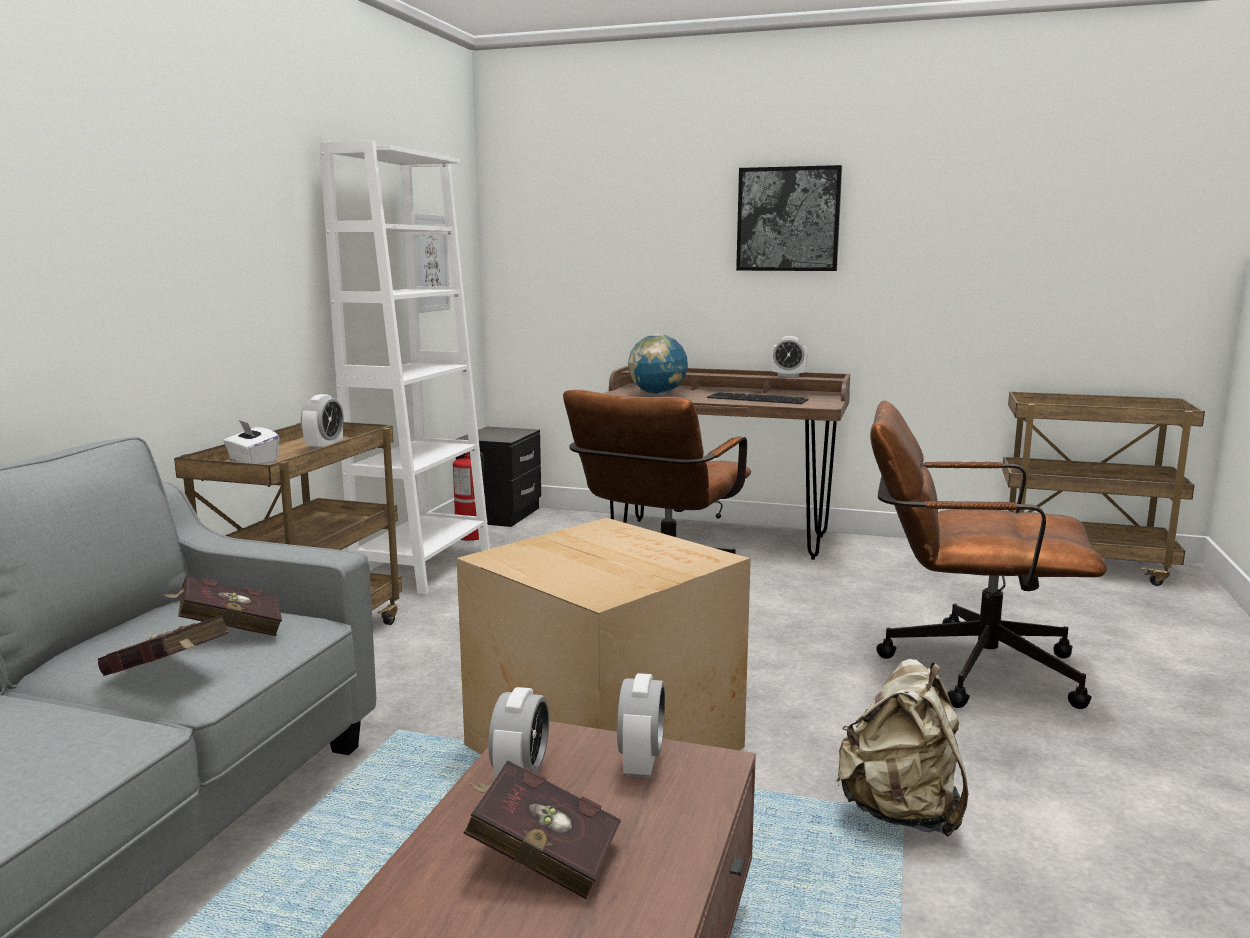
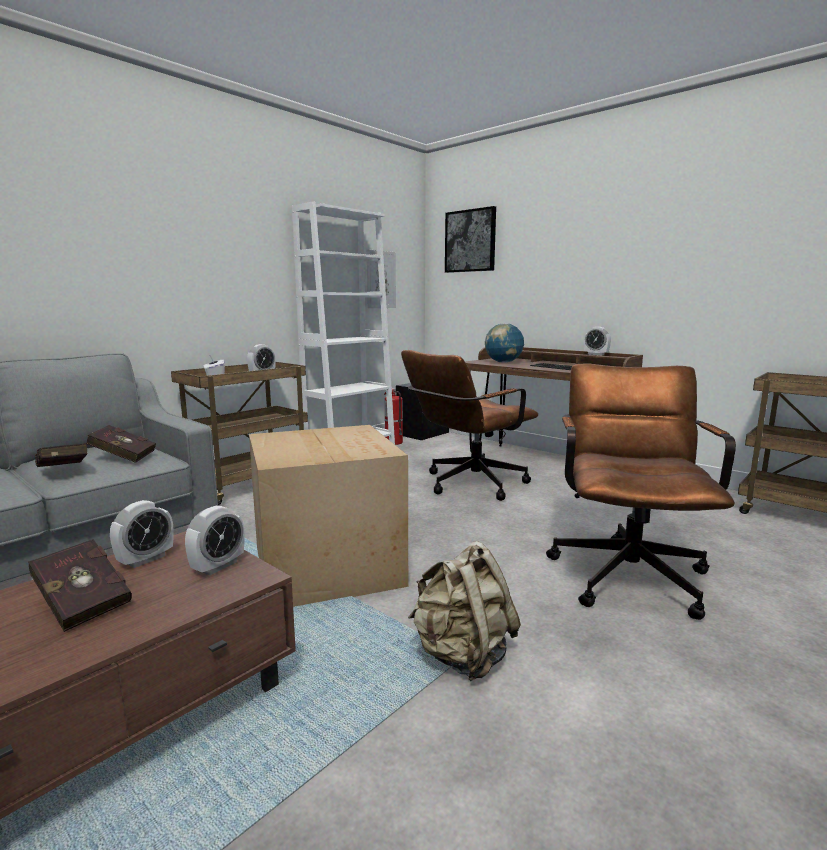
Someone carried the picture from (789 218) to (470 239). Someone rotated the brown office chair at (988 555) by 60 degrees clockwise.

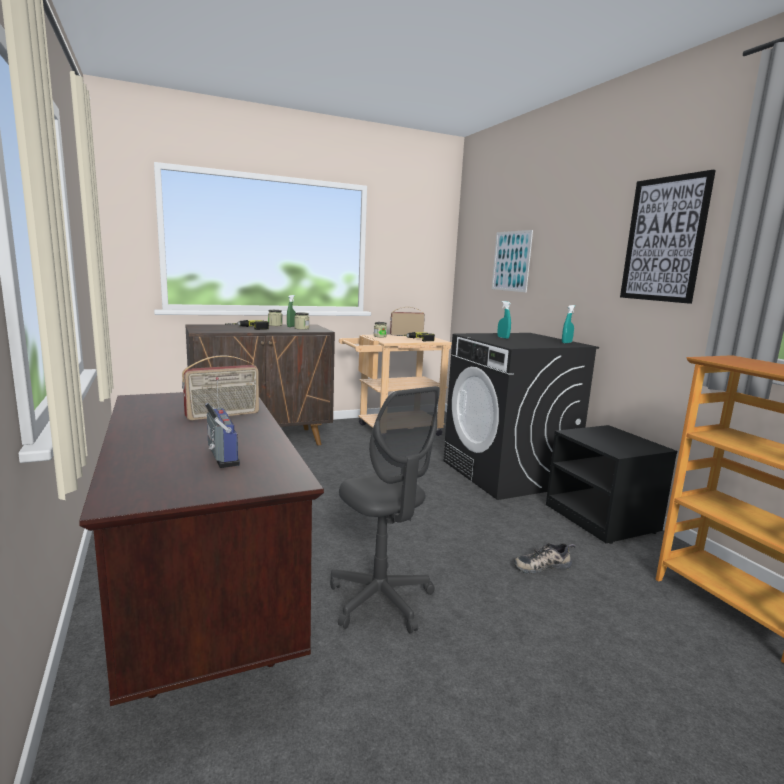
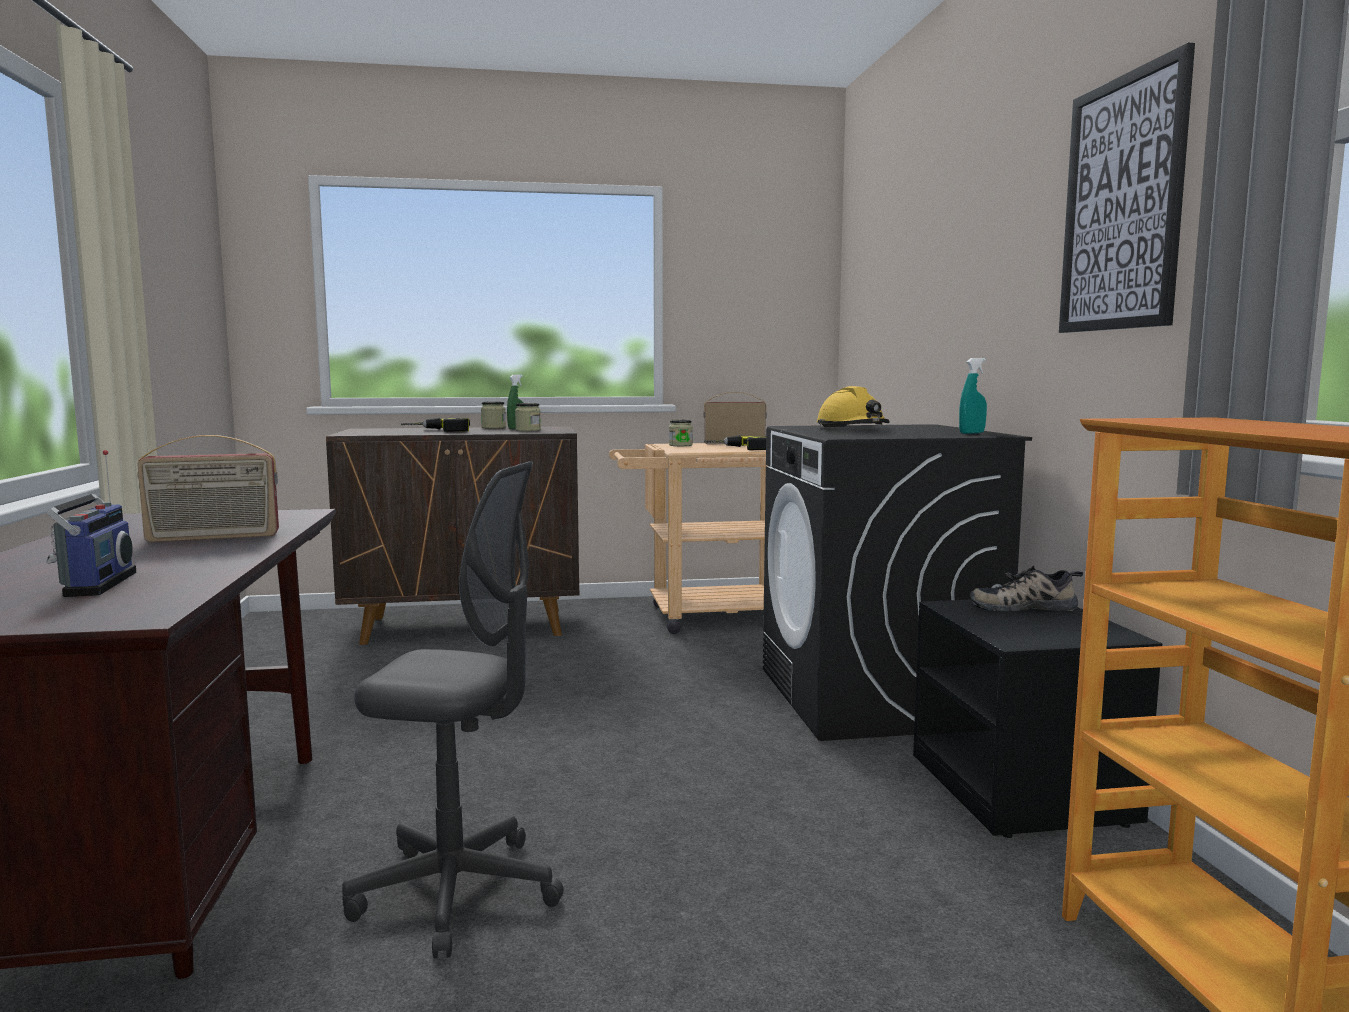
Someone took away the picture at (512 261). Someone swapped the turquoise spray bottle at (504 320) for the yellow hard hat at (853 406). Someone rotated the grey office chair at (385 509) by 60 degrees counterclockwise. Someone carried the shoe from (545 558) to (1026 588).

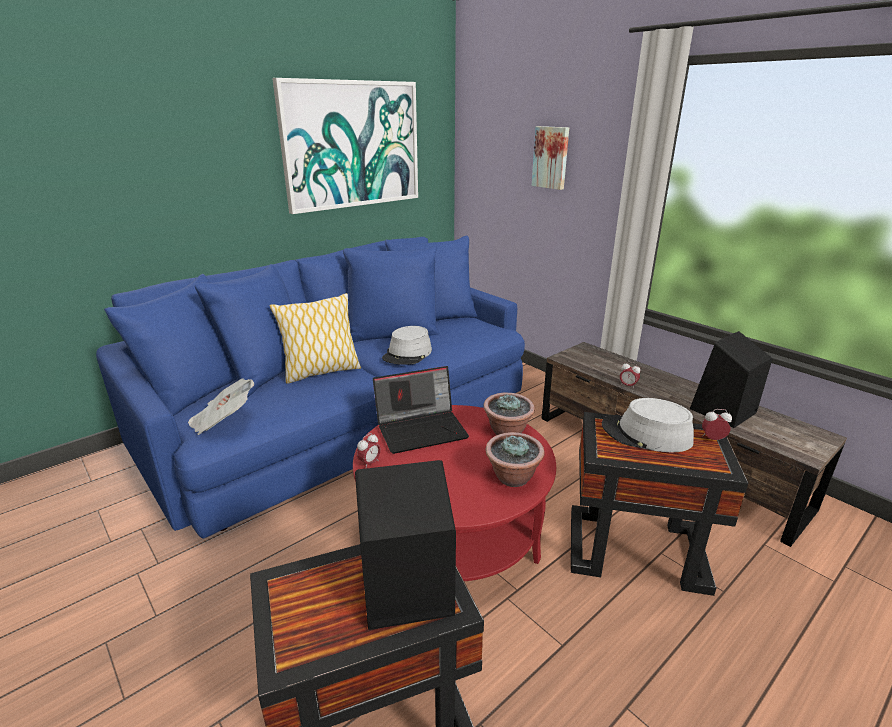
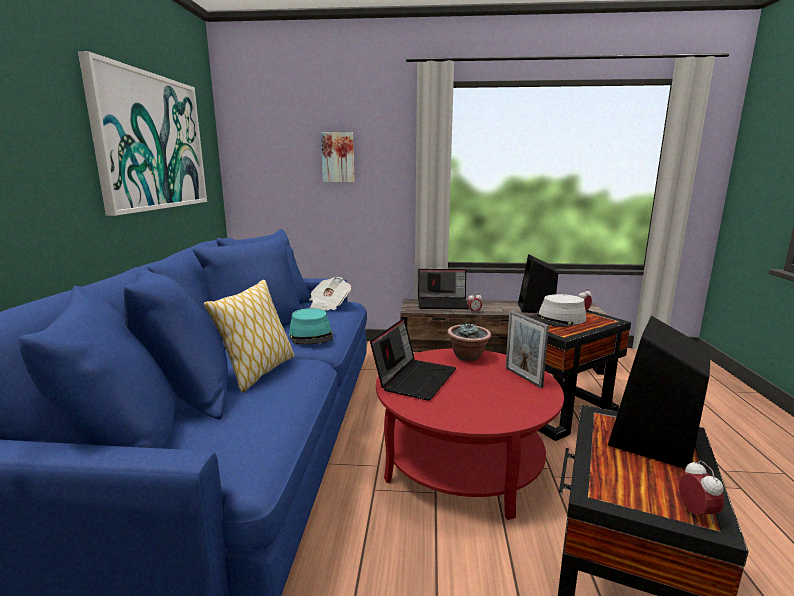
Someone repainted the grey hat at (407 345), which became the turquoise hat at (311 326). Someone carried the newspaper from (221 406) to (330 294). Someone swapped the potted plant at (515 459) for the picture frame at (527 349). Someone carried the alarm clock from (368 451) to (701 492). Someone put down the laptop at (443 289).

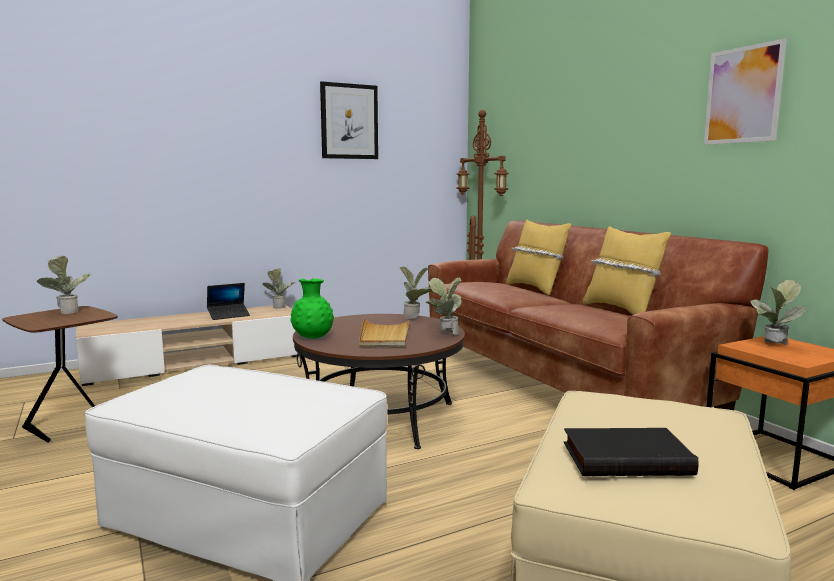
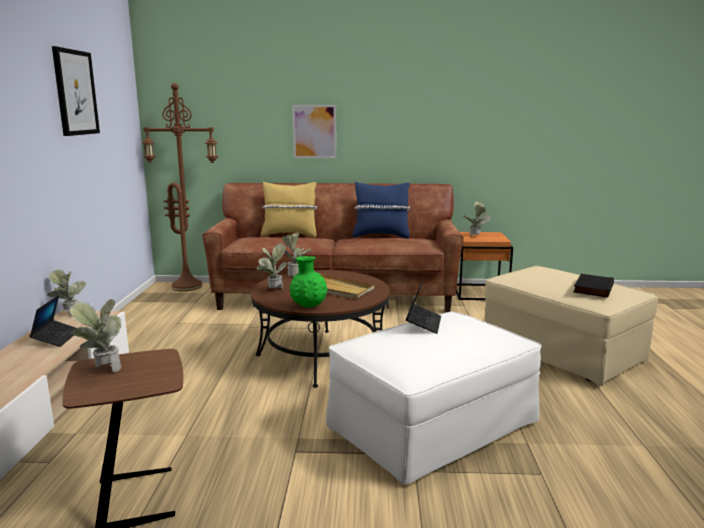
Someone carried the picture from (745 91) to (314 131). Someone repainted the yellow pillow at (627 270), which became the blue pillow at (381 210). Someone carried the potted plant from (444 306) to (272 266). Someone put down the laptop at (423 305).

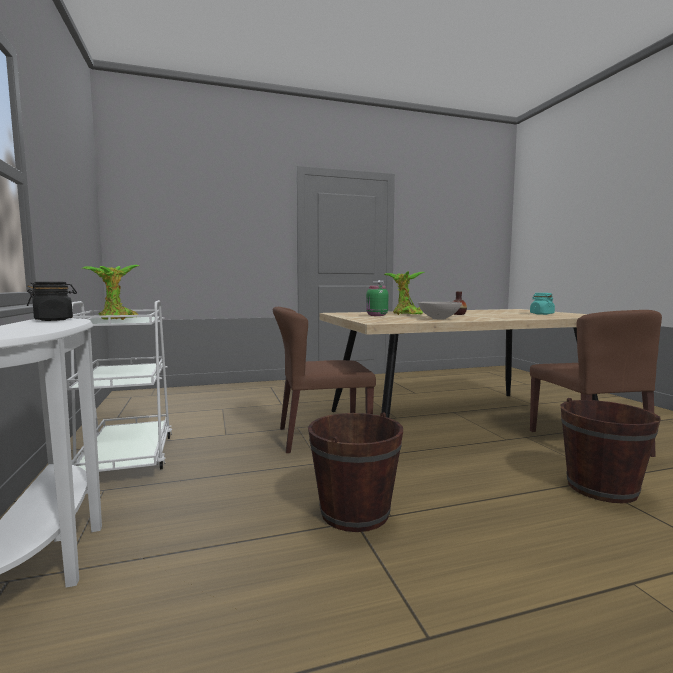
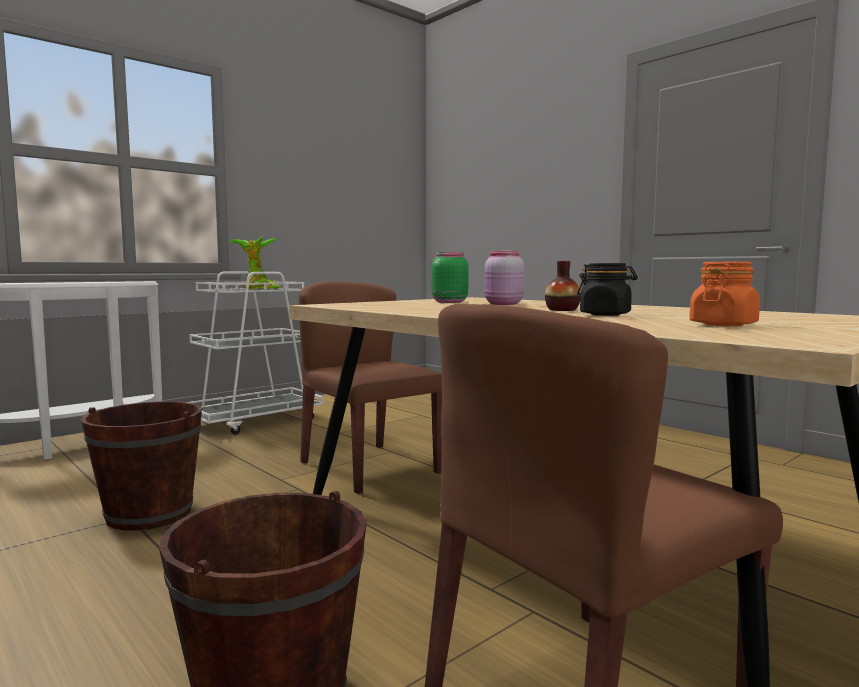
Someone swapped the potted plant at (404 293) for the pink jar at (504 278). Someone carried the black jar from (52 301) to (607 289). Someone repainted the turquoise jar at (542 304), which became the orange jar at (724 294). Someone took away the white bowl at (440 310).

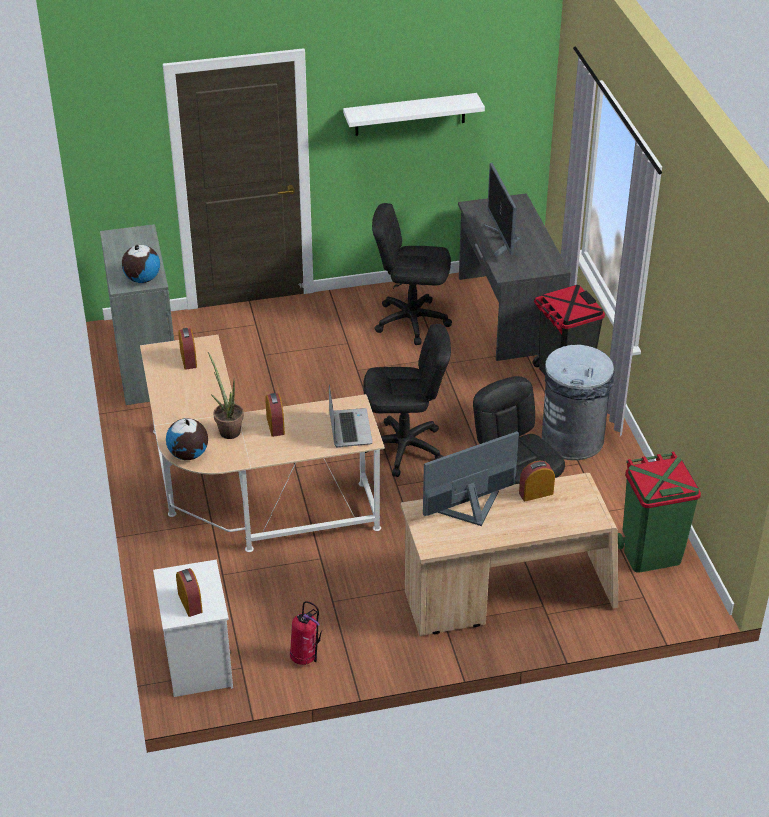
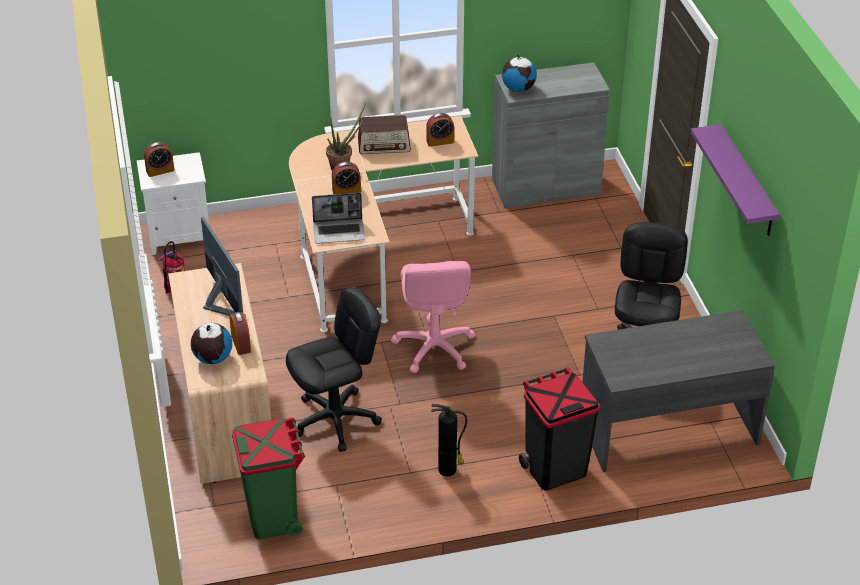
Someone repainted the white shelf at (414 114), which became the purple shelf at (735 180). Someone took away the monitor at (502 210). Someone repainted the black office chair at (407 400), which became the pink office chair at (433 317). Someone swapped the grey trash can at (578 402) for the fire extinguisher at (449 440). Someone carried the globe from (187 439) to (211 343). Someone put down the radio at (384 134).

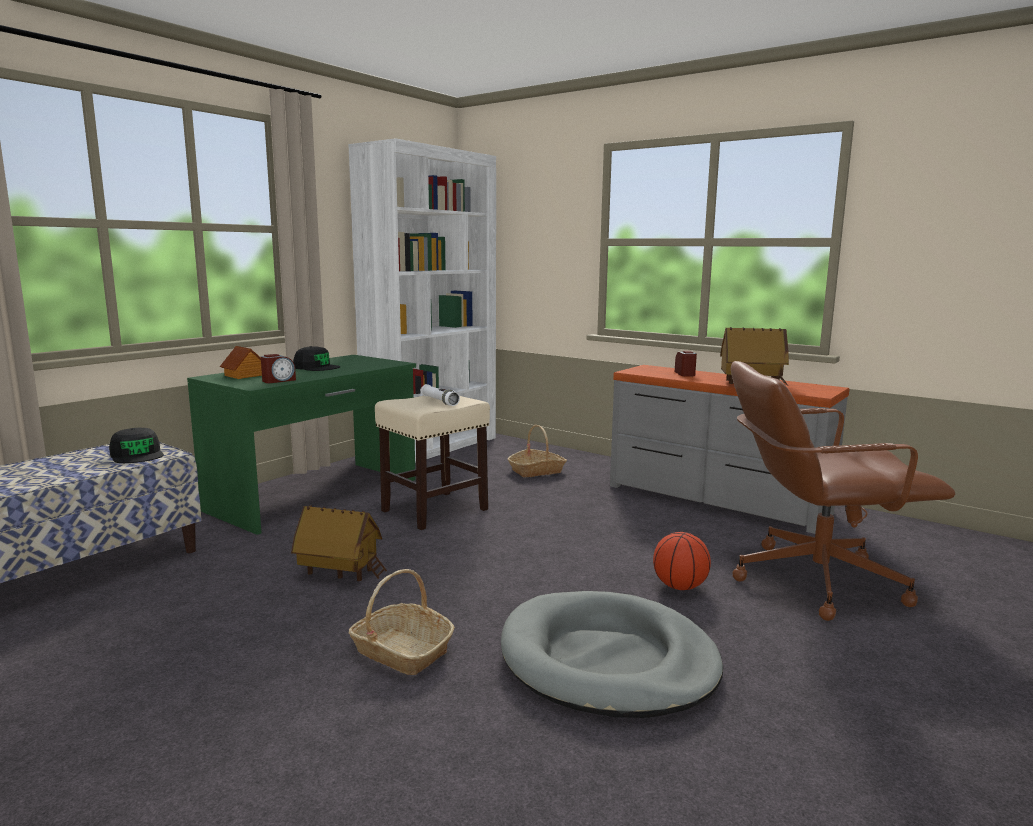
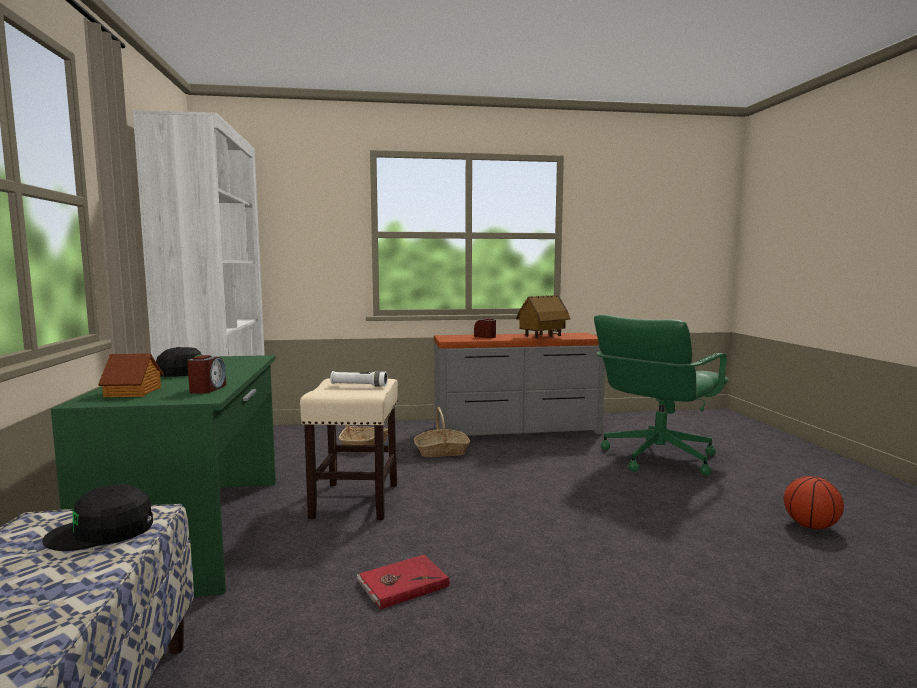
Someone repainted the brown office chair at (843 491), which became the green office chair at (661 395). Someone rotated the black cap at (136 445) by 150 degrees clockwise. Someone swapped the toy house at (339 543) for the red book at (403 582). Someone carried the basketball from (682 561) to (814 502). Someone carried the basket from (402 622) to (442 432). Someone took away the grey dog bed at (612 654).

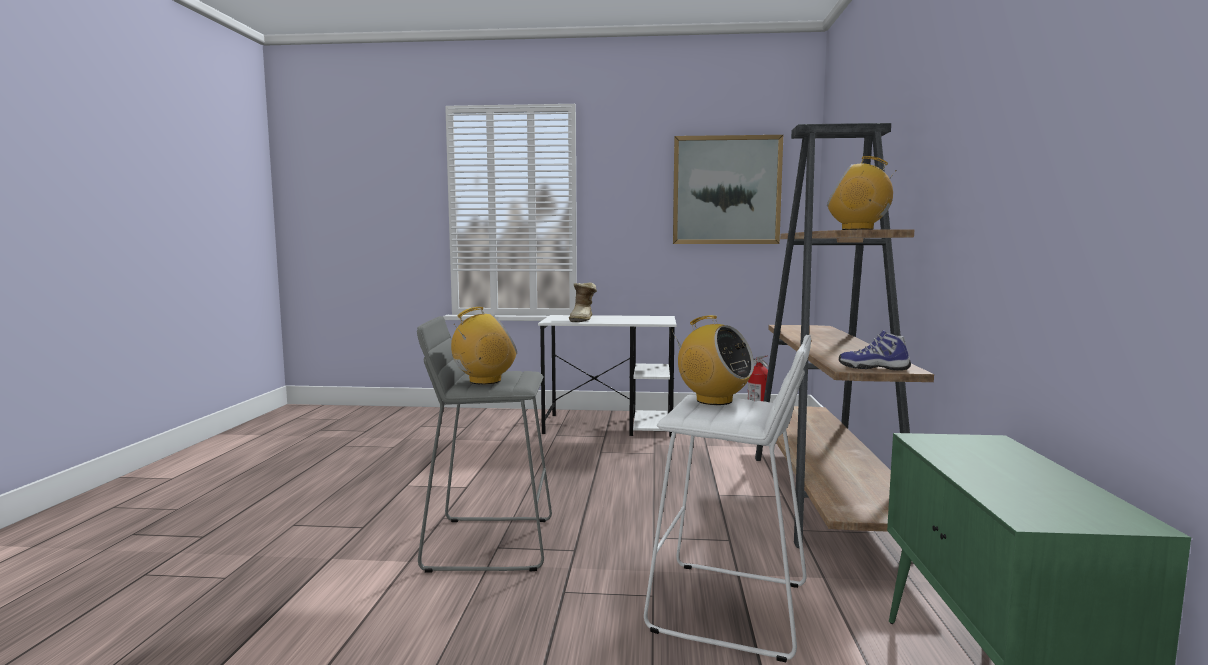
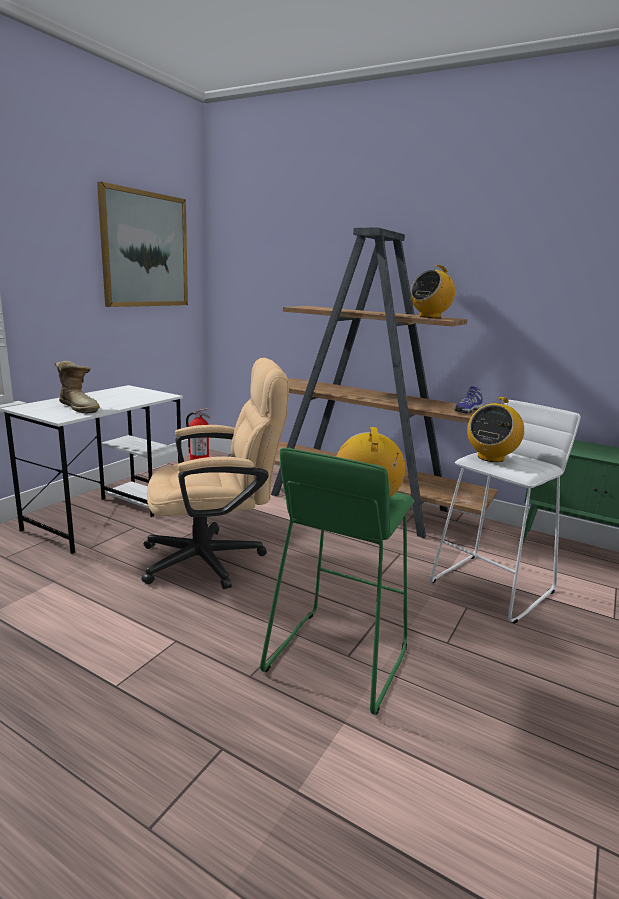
Someone rotated the radio at (712 360) by 150 degrees clockwise. Someone repainted the grey stool at (484 444), which became the green stool at (337 581). Someone put down the beige office chair at (215 473).

